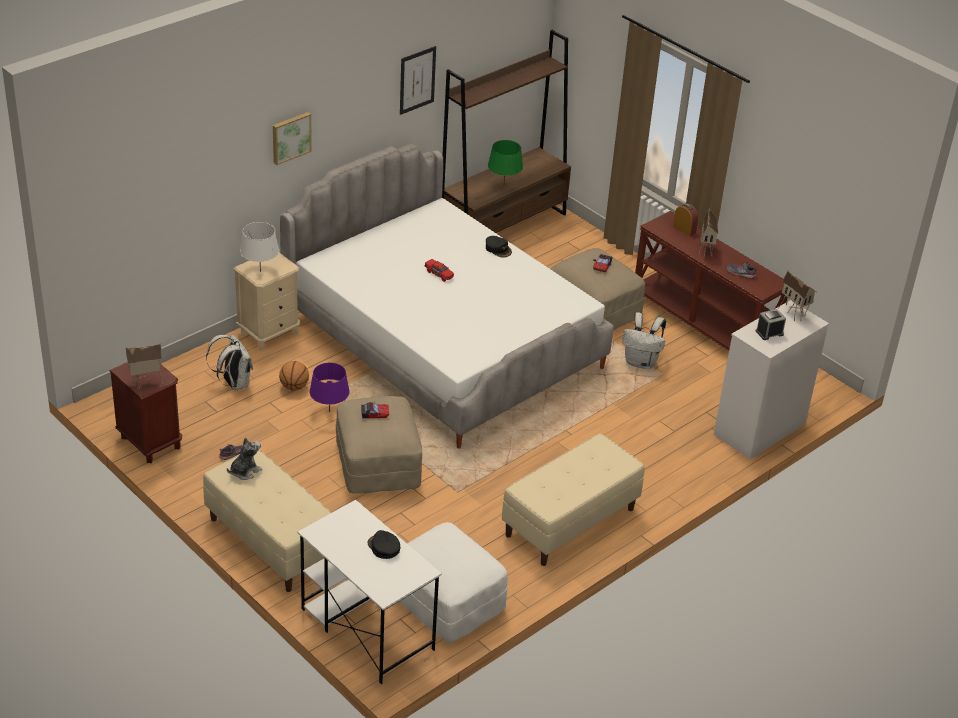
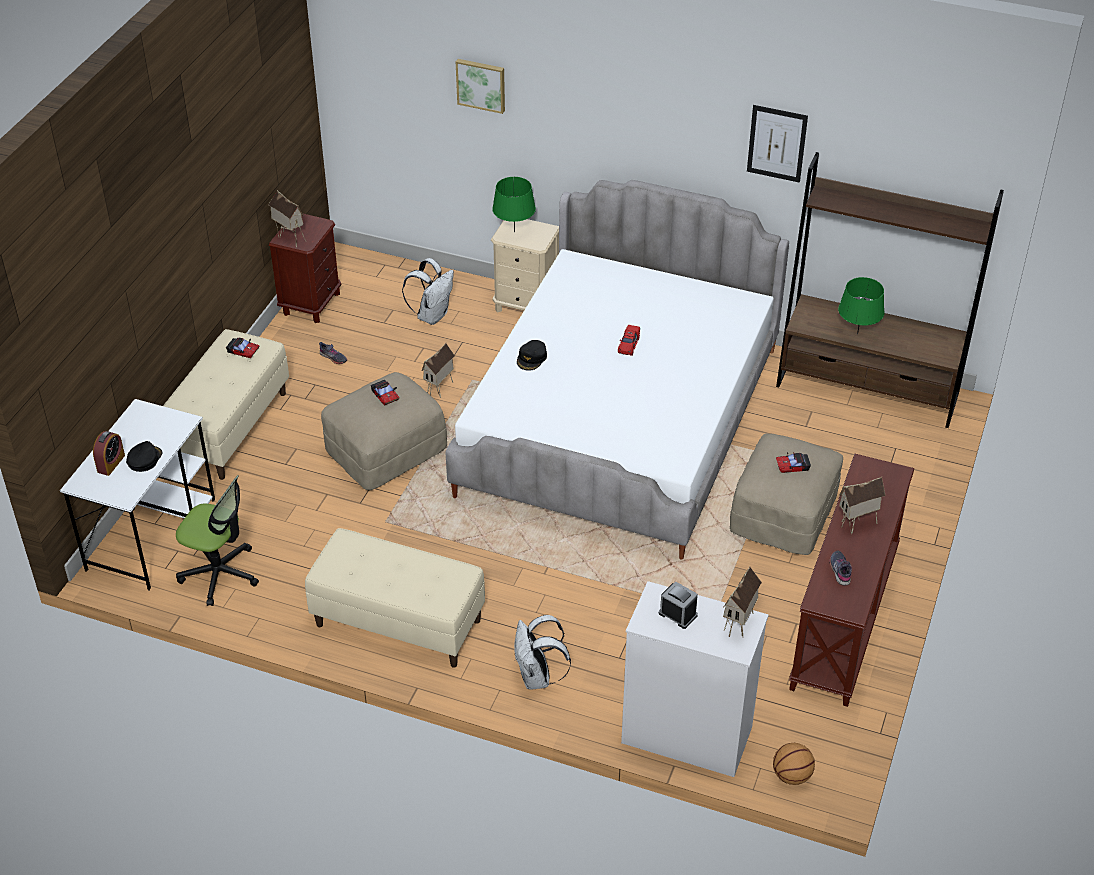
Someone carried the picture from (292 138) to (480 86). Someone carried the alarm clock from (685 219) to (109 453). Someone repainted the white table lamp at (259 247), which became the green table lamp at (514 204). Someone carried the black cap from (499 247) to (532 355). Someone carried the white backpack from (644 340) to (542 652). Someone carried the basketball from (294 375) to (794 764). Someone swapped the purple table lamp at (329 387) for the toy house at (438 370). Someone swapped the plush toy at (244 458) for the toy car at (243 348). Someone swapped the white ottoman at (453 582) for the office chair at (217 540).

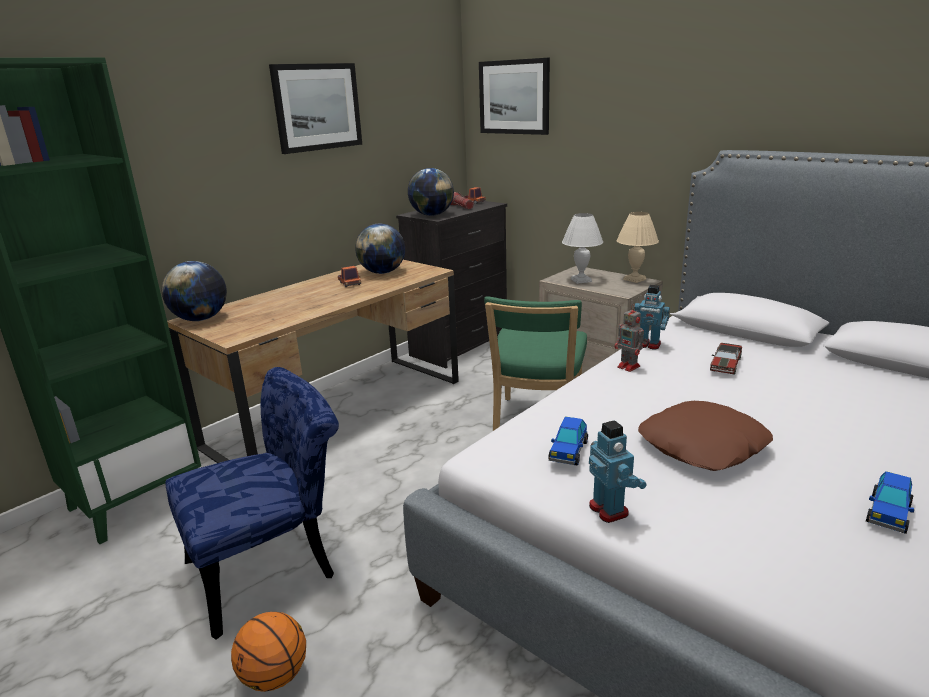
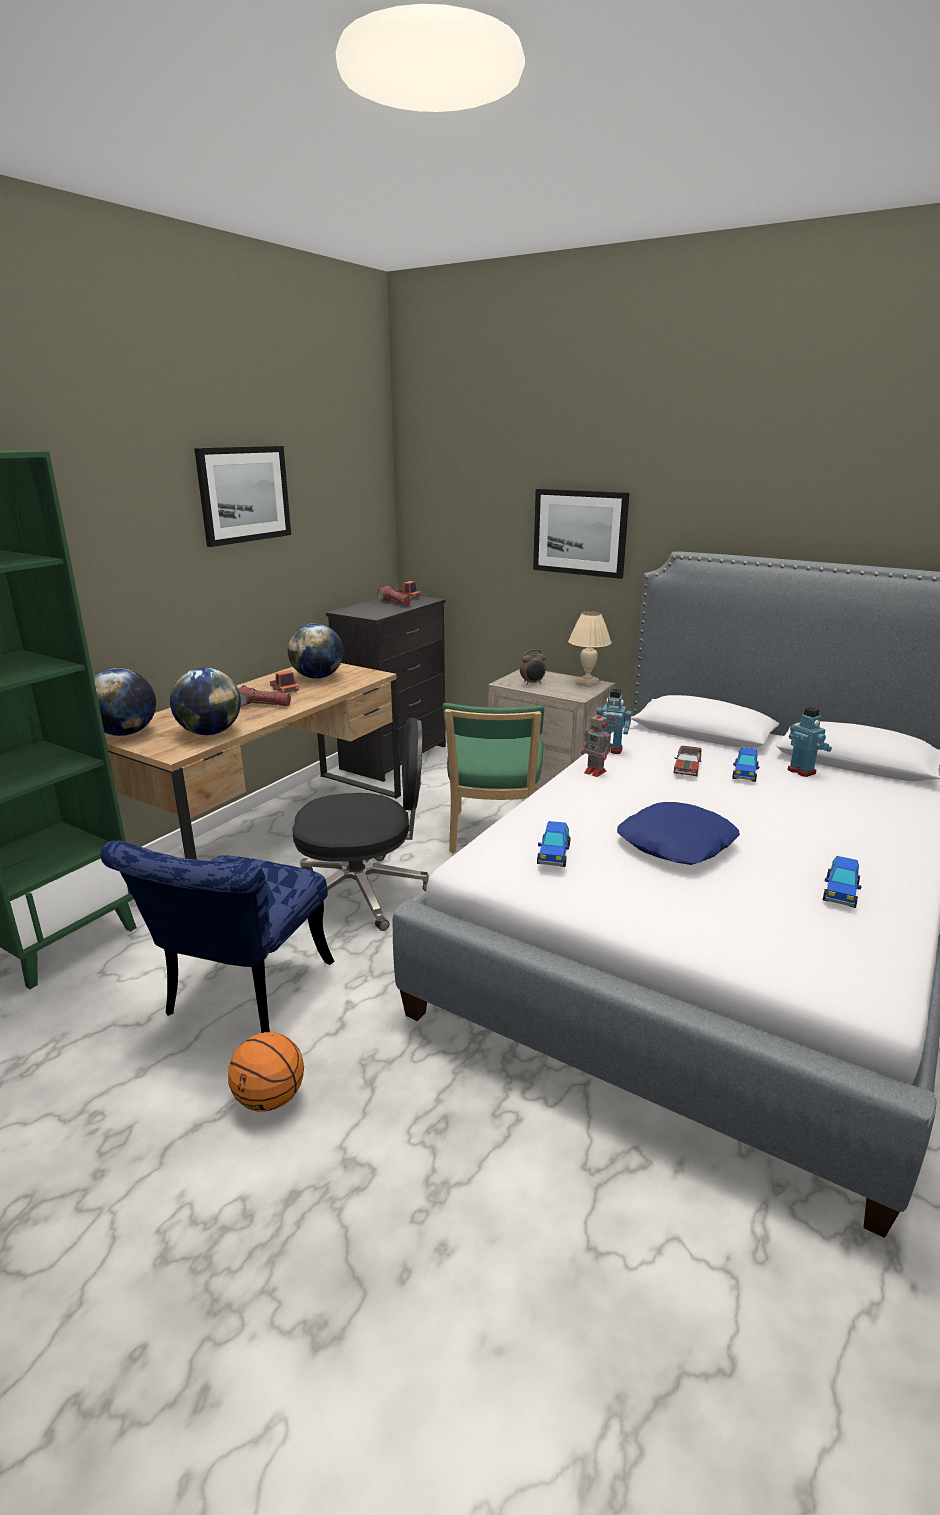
Someone carried the picture from (514 96) to (581 534). Someone carried the globe from (431 192) to (205 701). Someone swapped the white table lamp at (582 248) for the alarm clock at (533 667). Someone rotated the blue chair at (252 503) by 150 degrees clockwise. Someone repainted the brown pillow at (705 436), which became the blue pillow at (678 833). Someone carried the toy robot from (618 471) to (810 742). Someone put down the flashlight at (264 696). Someone put down the black office chair at (360 824). Someone put down the toy car at (745 764).

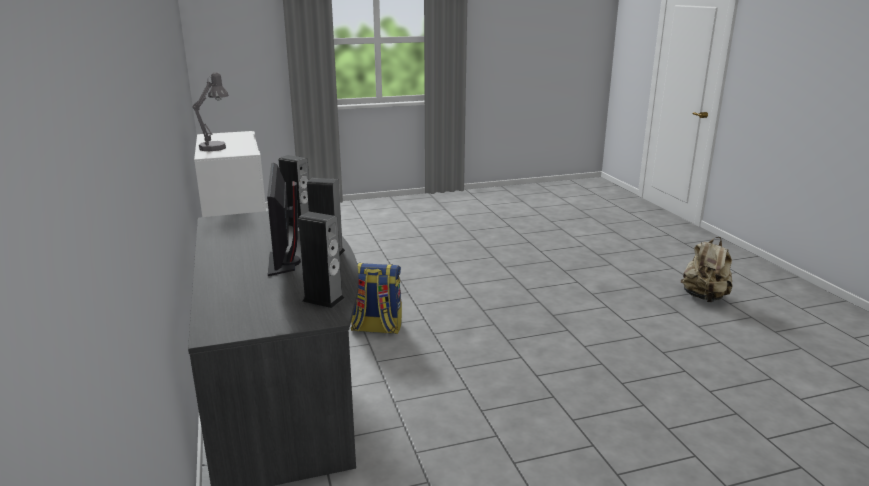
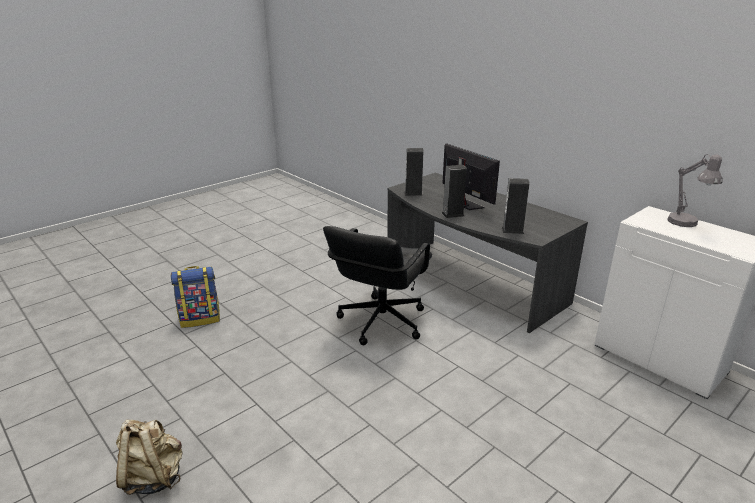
Someone carried the backpack from (376 298) to (195 297). Someone put down the black office chair at (377 285).

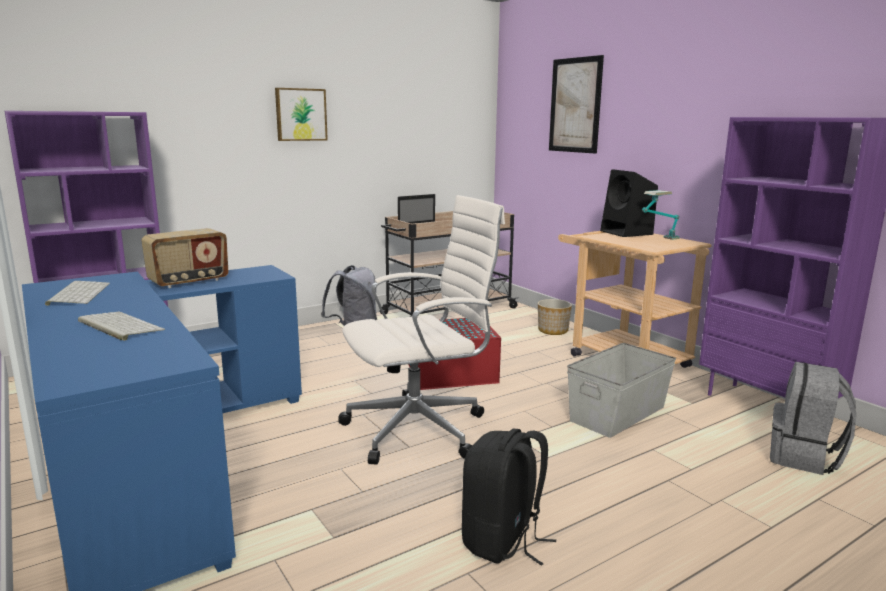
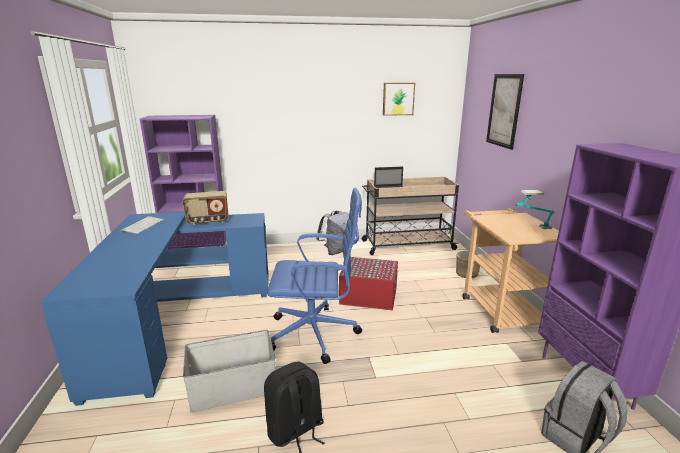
Someone carried the picture from (301 114) to (399 99). Someone took away the black speaker at (629 203). Someone repainted the white office chair at (421 330), which became the blue office chair at (315 276). Someone took away the keyboard at (121 326). Someone carried the grey storage box from (621 390) to (229 371).

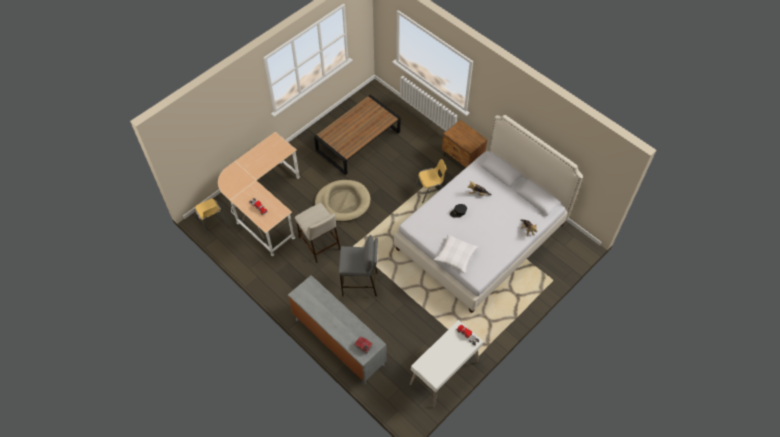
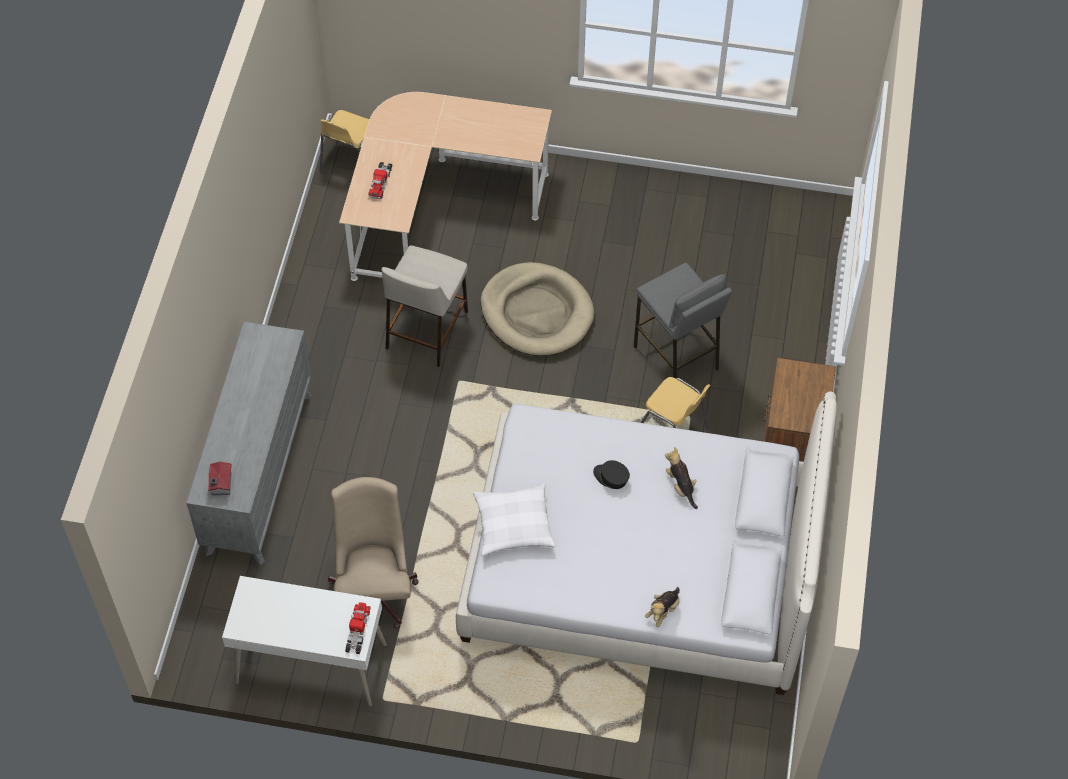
Someone took away the brown coffee table at (357 135). Someone carried the grey stool from (358 265) to (683 320). Someone put down the beige office chair at (373 553).

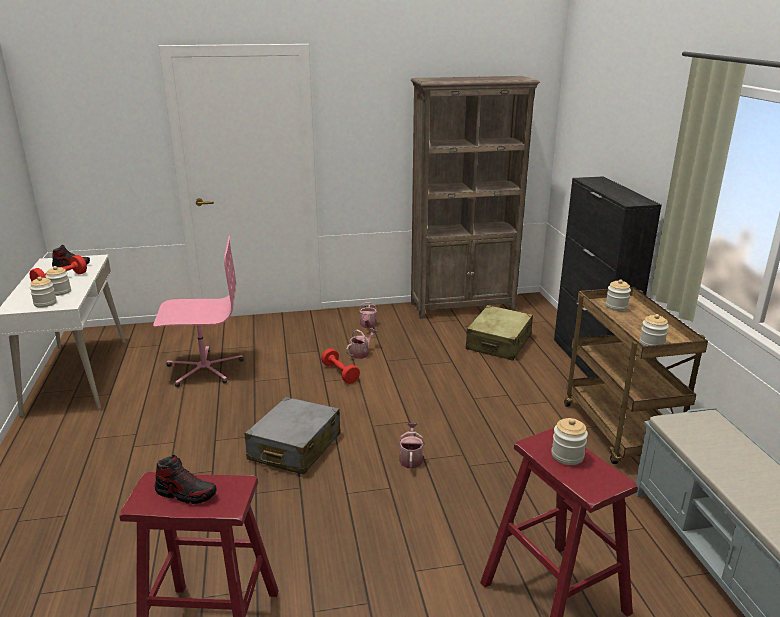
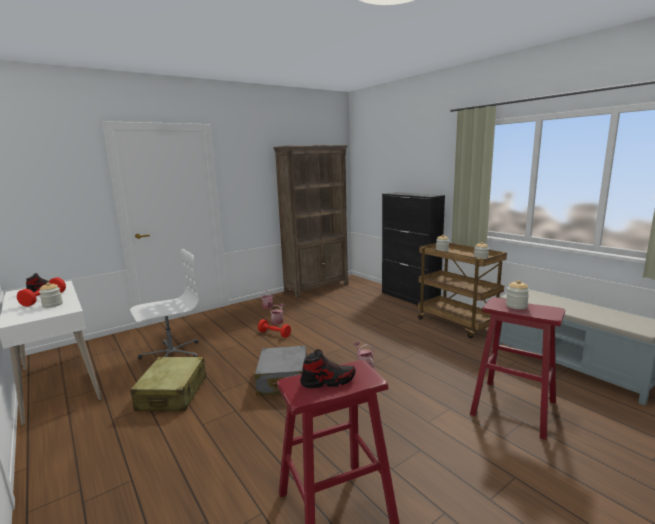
Someone repainted the pink office chair at (198 311), which became the white office chair at (165 304). Someone took away the jar at (43 292). Someone carried the beige suitcase from (499 333) to (168 384).

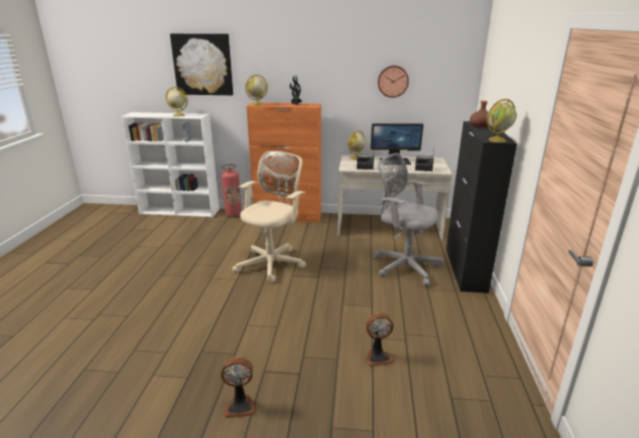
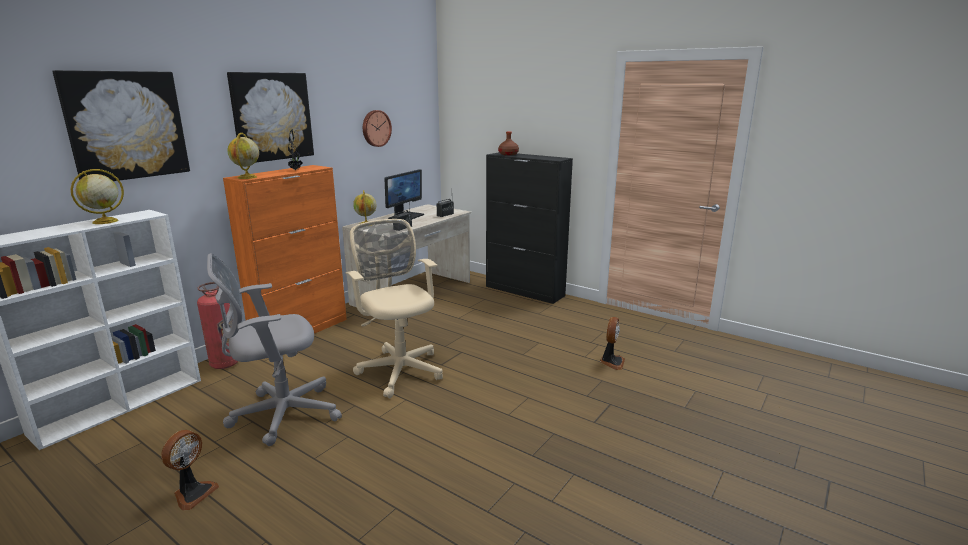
Someone took away the globe at (502 120). Someone carried the grey office chair from (408 219) to (274 349). Someone carried the fan from (239 387) to (190 470). Someone put up the picture at (270 117).

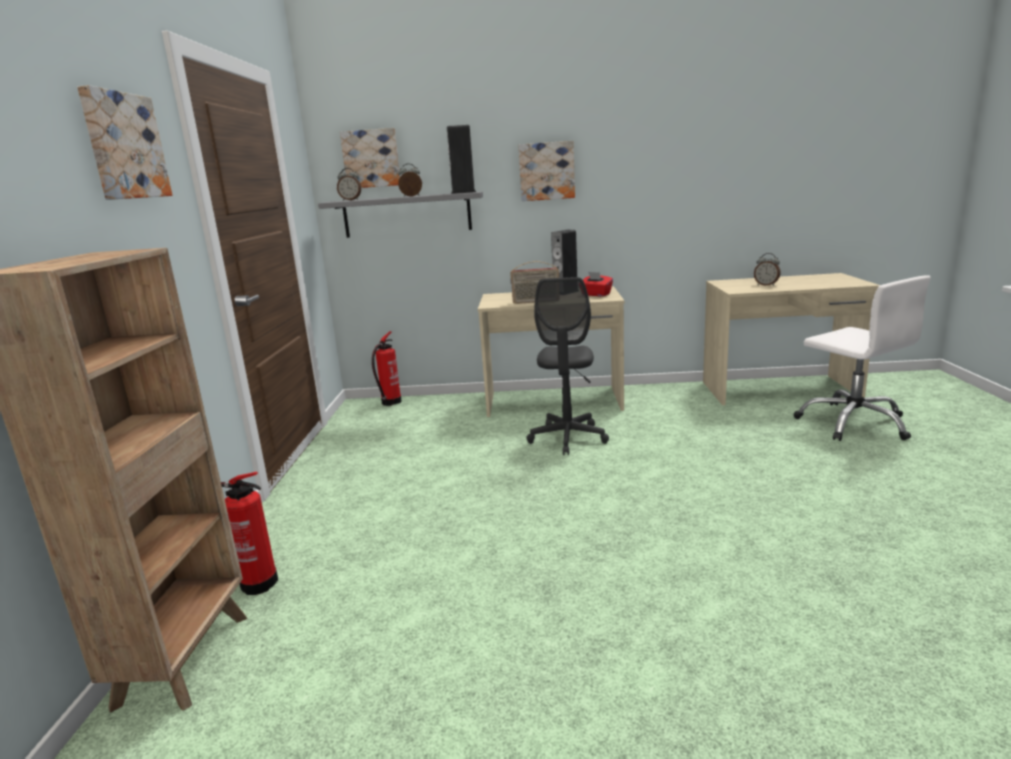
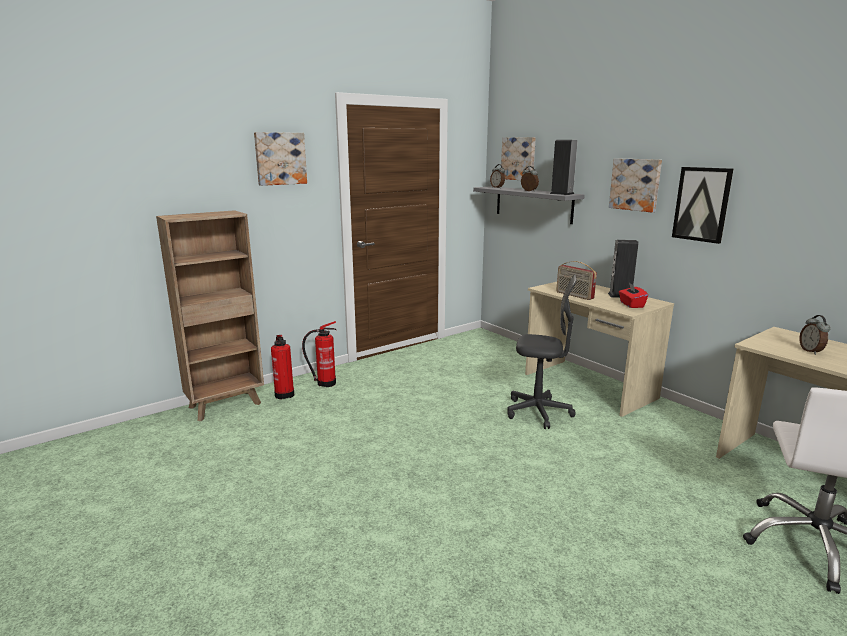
Someone rotated the grey office chair at (567 366) by 135 degrees counterclockwise. Someone carried the fire extinguisher from (387 368) to (319 354). Someone put up the picture at (702 205).

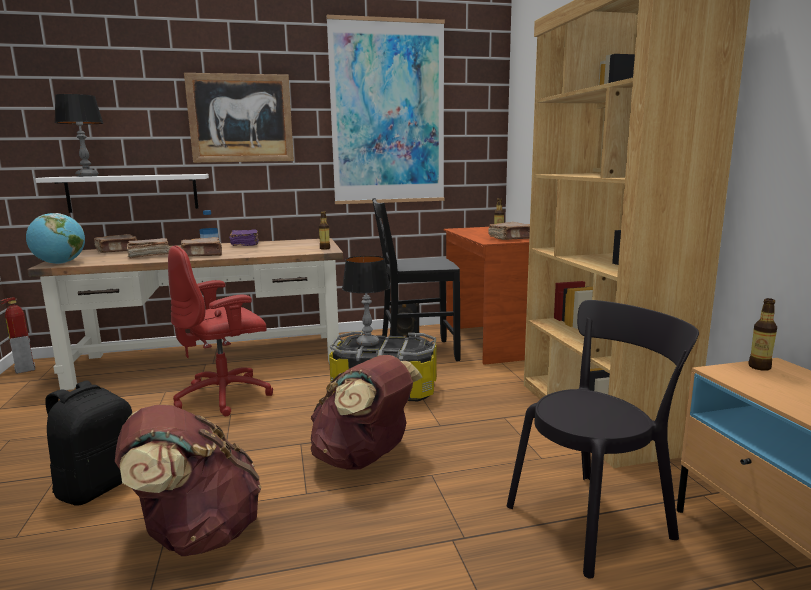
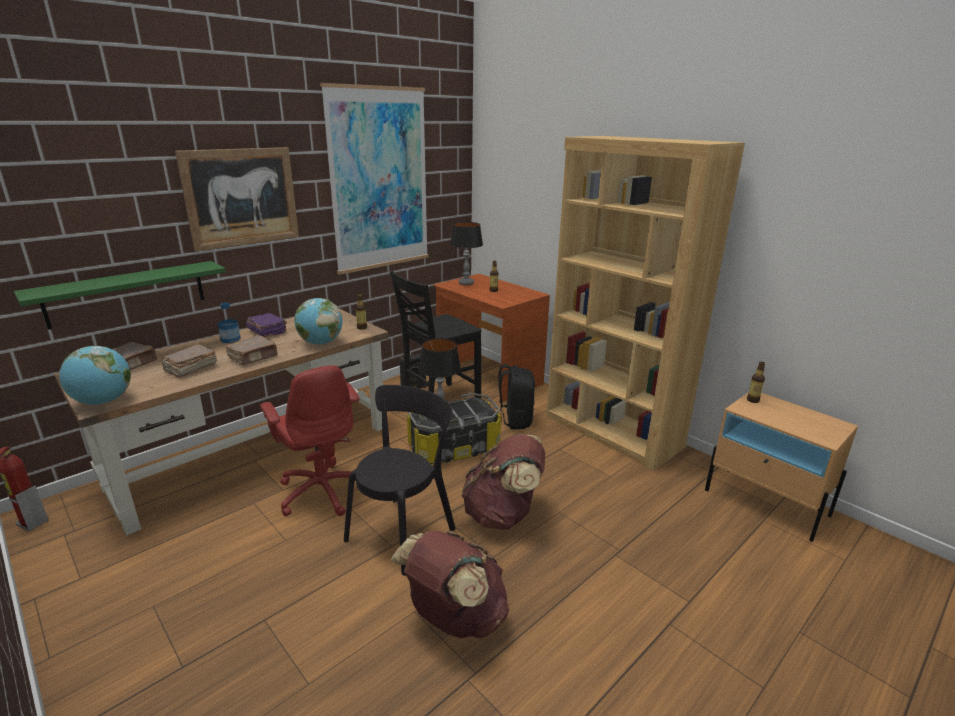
Someone carried the table lamp from (79 135) to (466 253). Someone repainted the white shelf at (122 193), which became the green shelf at (119 295). Someone took away the brown book at (509 231). Someone rotated the red office chair at (220 330) by 60 degrees counterclockwise. Someone carried the black chair from (603 439) to (400 480). Someone carried the black backpack from (88 443) to (516 396). Someone put down the globe at (318 321).

